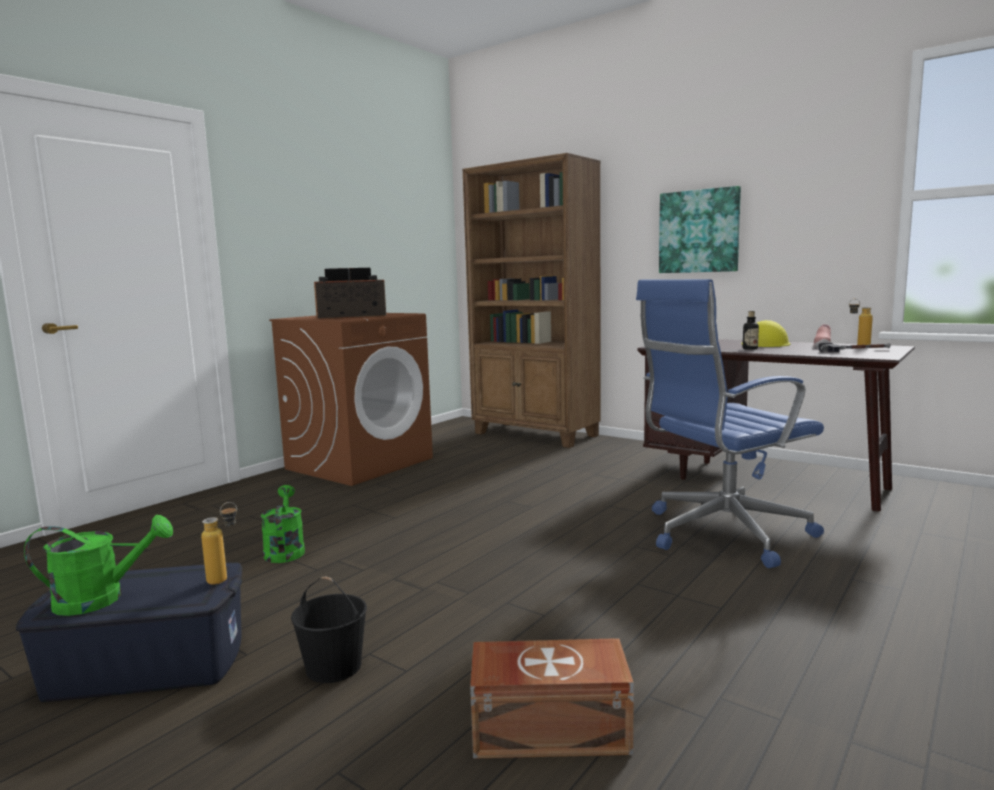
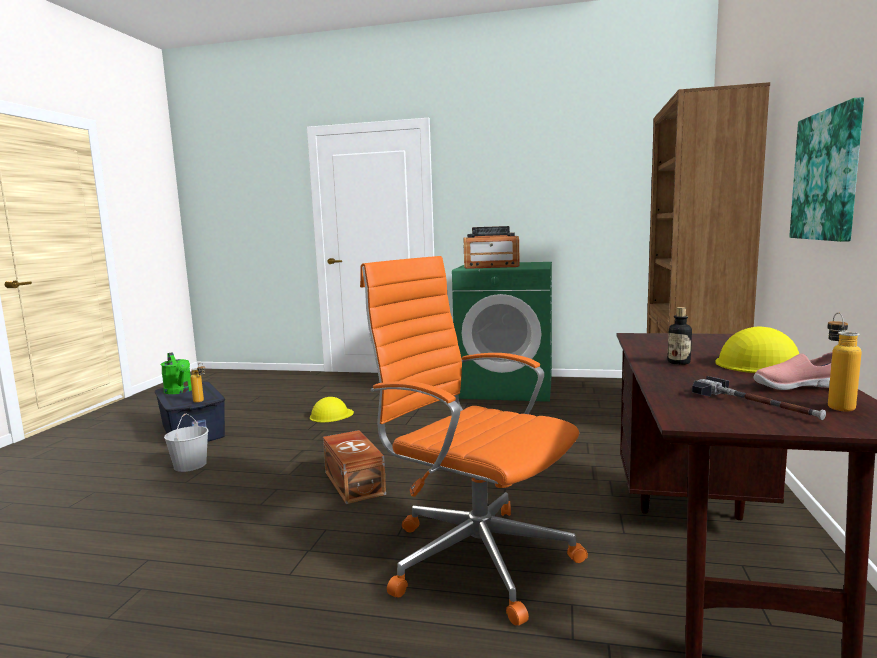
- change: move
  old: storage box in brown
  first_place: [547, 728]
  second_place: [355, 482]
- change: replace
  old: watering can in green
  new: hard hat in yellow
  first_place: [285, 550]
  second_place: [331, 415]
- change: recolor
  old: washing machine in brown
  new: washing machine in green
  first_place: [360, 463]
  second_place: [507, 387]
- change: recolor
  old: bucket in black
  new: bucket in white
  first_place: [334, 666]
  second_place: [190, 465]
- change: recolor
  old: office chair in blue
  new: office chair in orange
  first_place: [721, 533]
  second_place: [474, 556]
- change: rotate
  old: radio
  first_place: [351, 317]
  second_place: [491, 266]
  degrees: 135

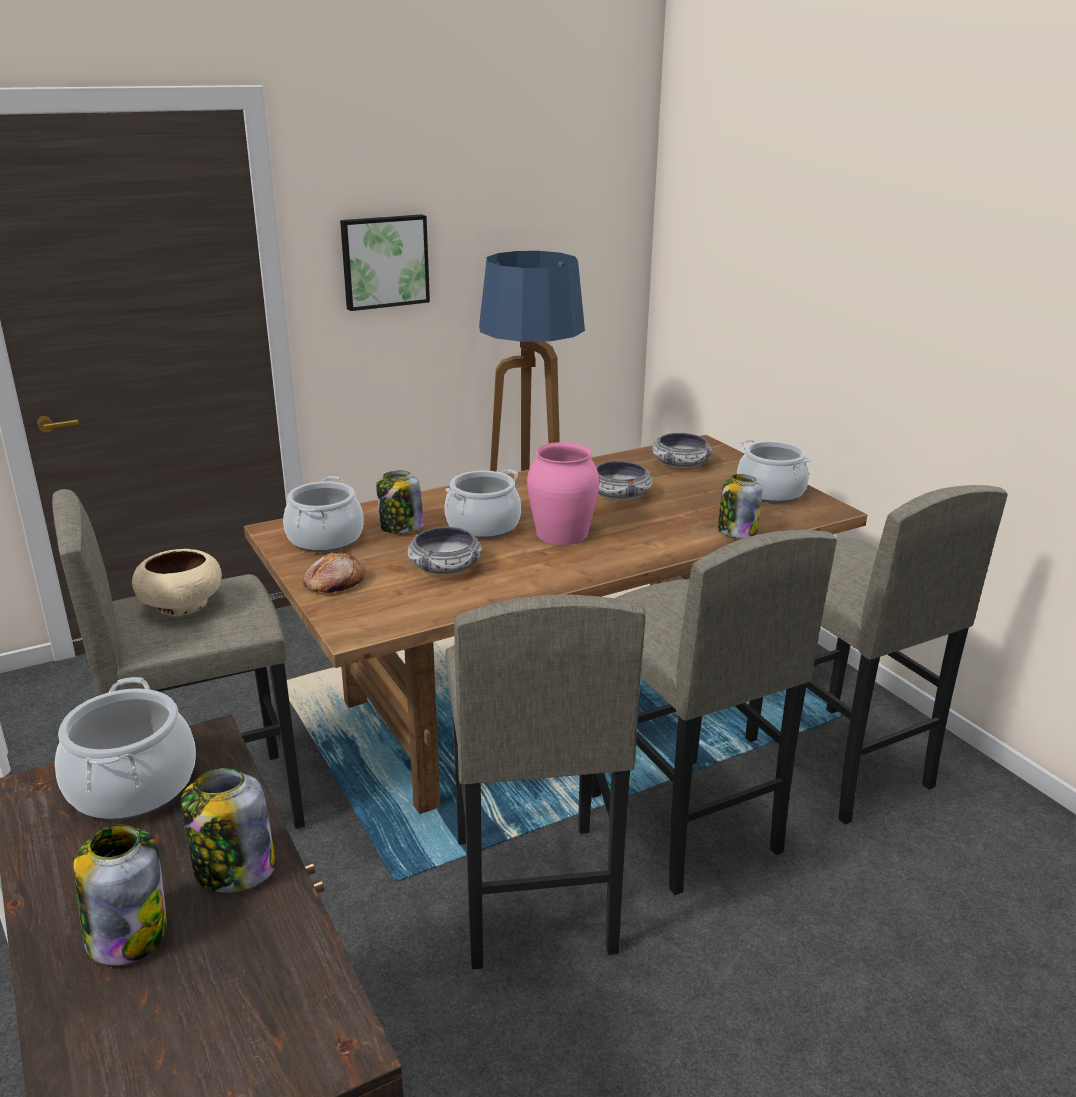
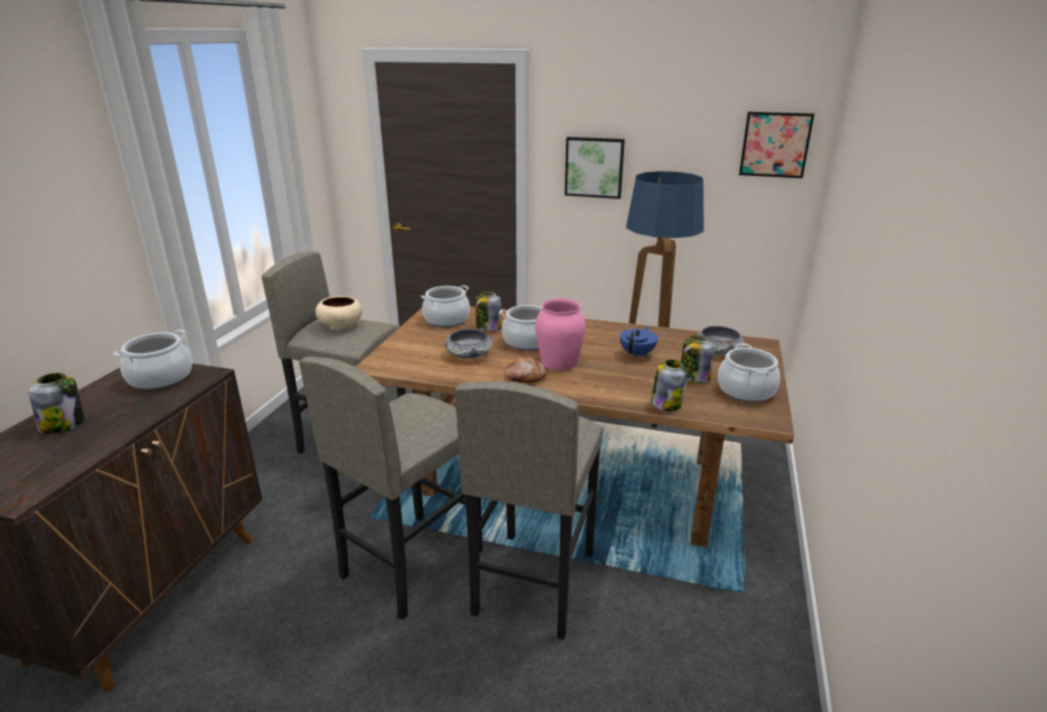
- change: delete
  old: stool in grey
  first_place: [836, 763]
- change: insert
  new: picture
  second_place: [775, 145]
- change: move
  old: jar
  first_place: [233, 869]
  second_place: [694, 377]
- change: move
  old: bread
  first_place: [334, 583]
  second_place: [525, 377]
- change: replace
  old: bowl
  new: teapot in blue
  first_place: [619, 494]
  second_place: [637, 354]

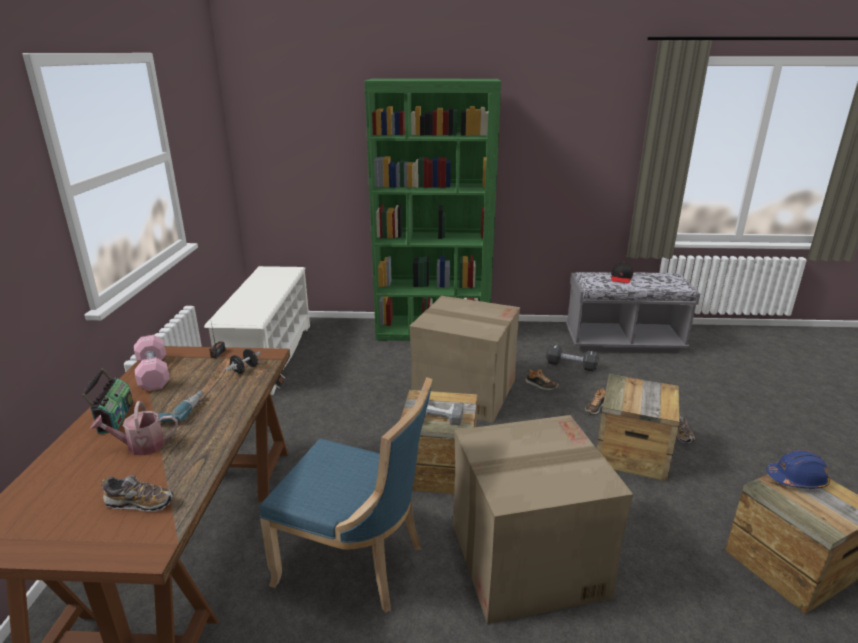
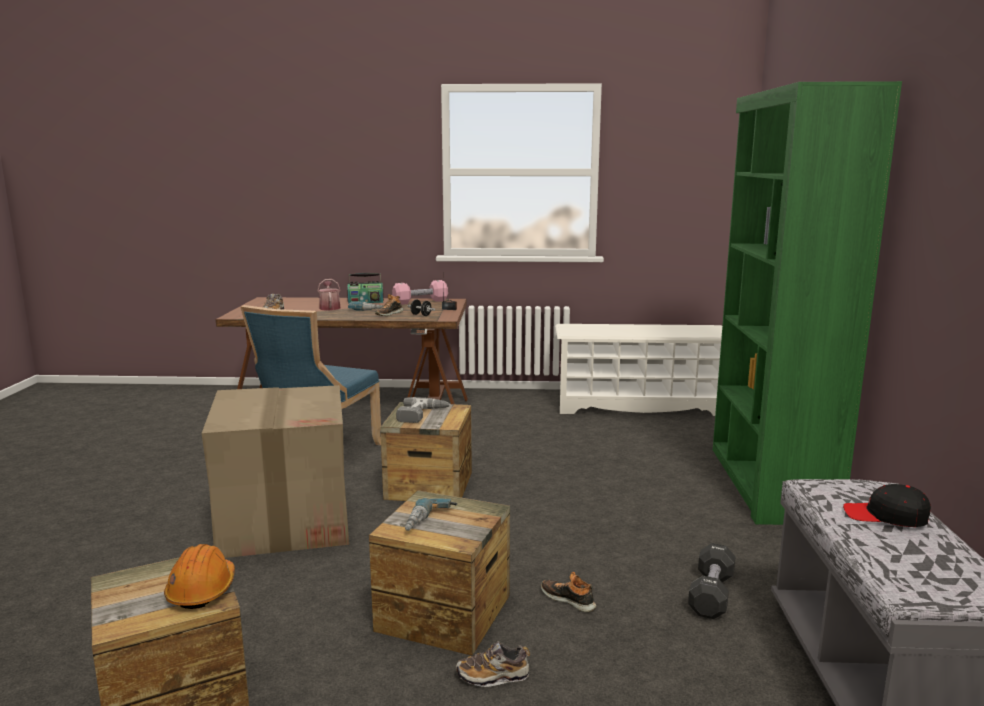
- change: delete
  old: cardboard box
  first_place: [463, 391]
- change: insert
  new: power drill
  second_place: [430, 522]
- change: move
  old: shoe
  first_place: [541, 385]
  second_place: [388, 314]
- change: recolor
  old: hard hat in blue
  new: hard hat in orange
  first_place: [796, 479]
  second_place: [202, 590]

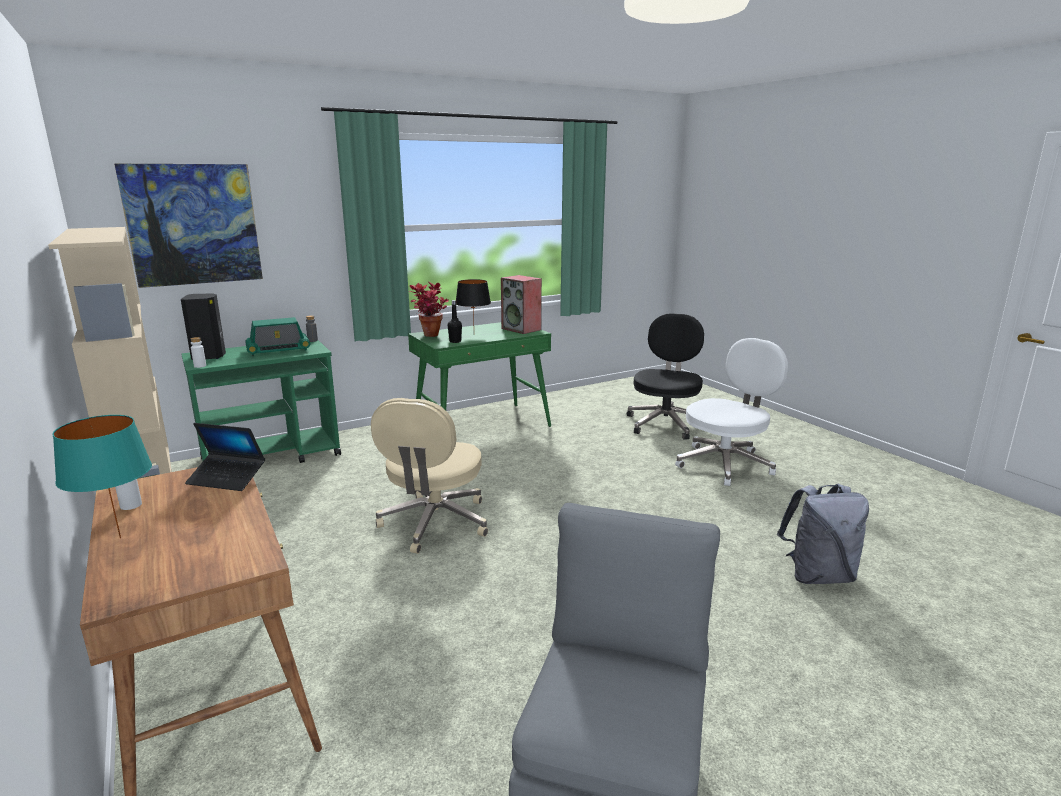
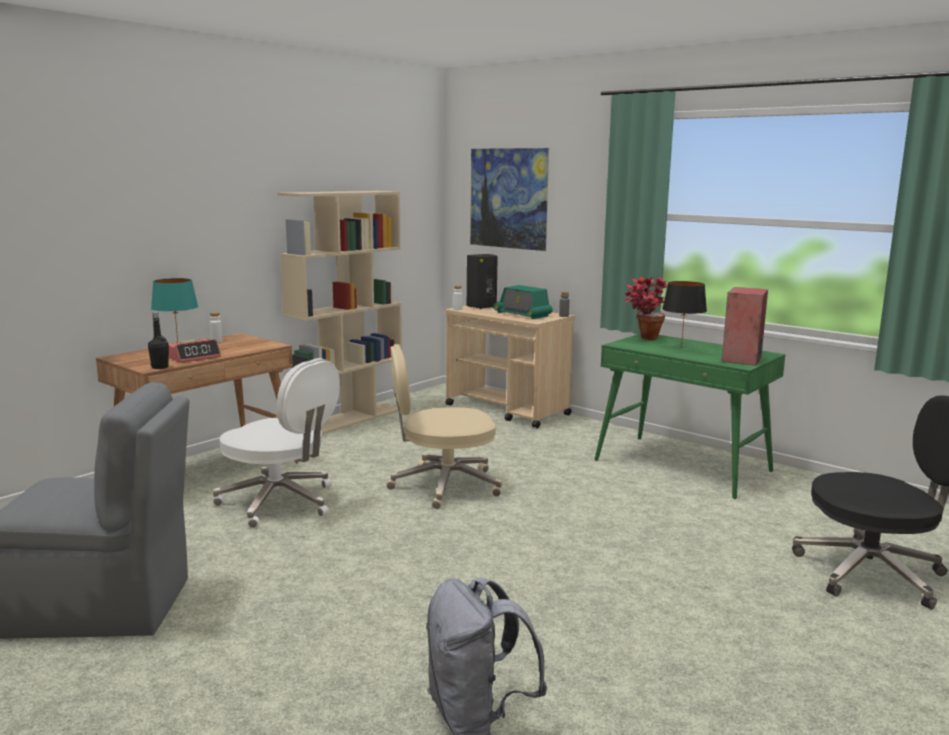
- change: delete
  old: laptop
  first_place: [227, 478]
- change: insert
  new: alarm clock
  second_place: [194, 357]
- change: move
  old: bottle in black
  first_place: [455, 341]
  second_place: [160, 367]
- change: move
  old: office chair in white
  first_place: [725, 464]
  second_place: [280, 503]
- change: recolor
  old: cart in green
  new: cart in beige
  first_place: [272, 456]
  second_place: [508, 410]

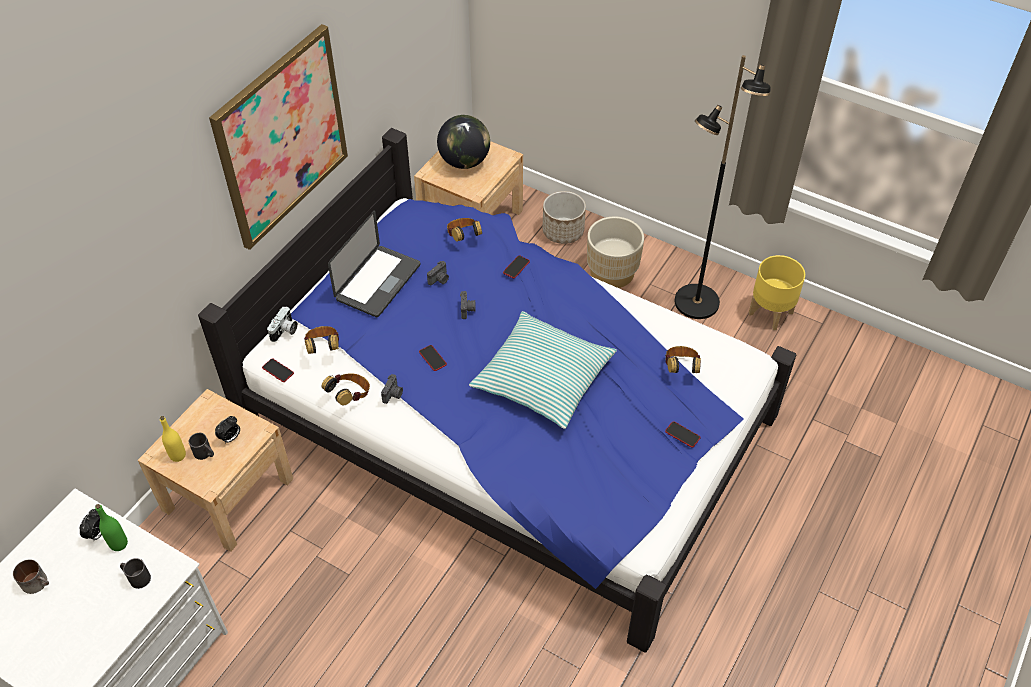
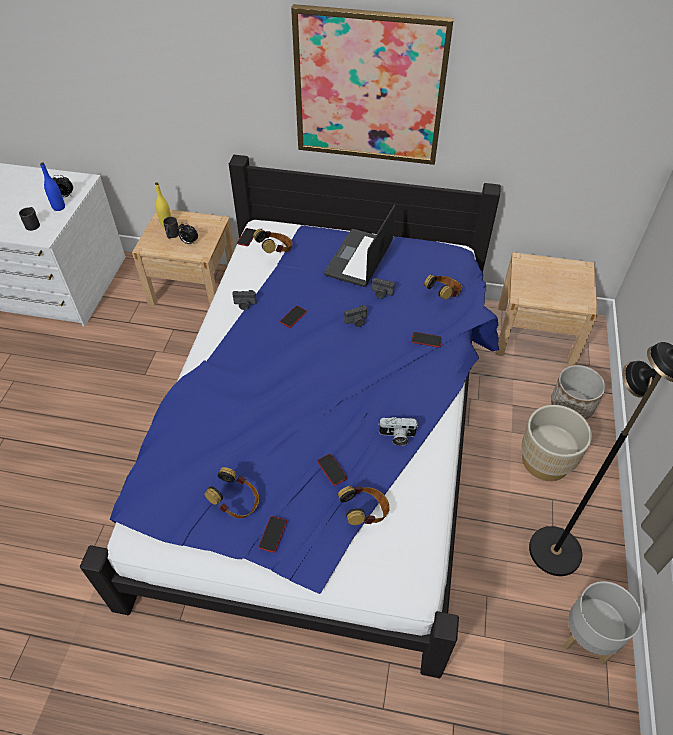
- change: delete
  old: mug
  first_place: [38, 582]
- change: delete
  old: globe
  first_place: [464, 162]
- change: delete
  old: pillow
  first_place: [543, 378]
- change: insert
  new: phone
  second_place: [332, 470]
- change: move
  old: photo camera
  first_place: [285, 331]
  second_place: [397, 436]
- change: move
  old: headphones
  first_place: [350, 396]
  second_place: [236, 503]
- change: recolor
  old: bottle in green
  new: bottle in blue
  first_place: [119, 544]
  second_place: [59, 207]
- change: recolor
  old: planter in yellow
  new: planter in grey
  first_place: [770, 313]
  second_place: [586, 637]
- change: rotate
  old: laptop
  first_place: [378, 282]
  second_place: [359, 259]
  degrees: 105

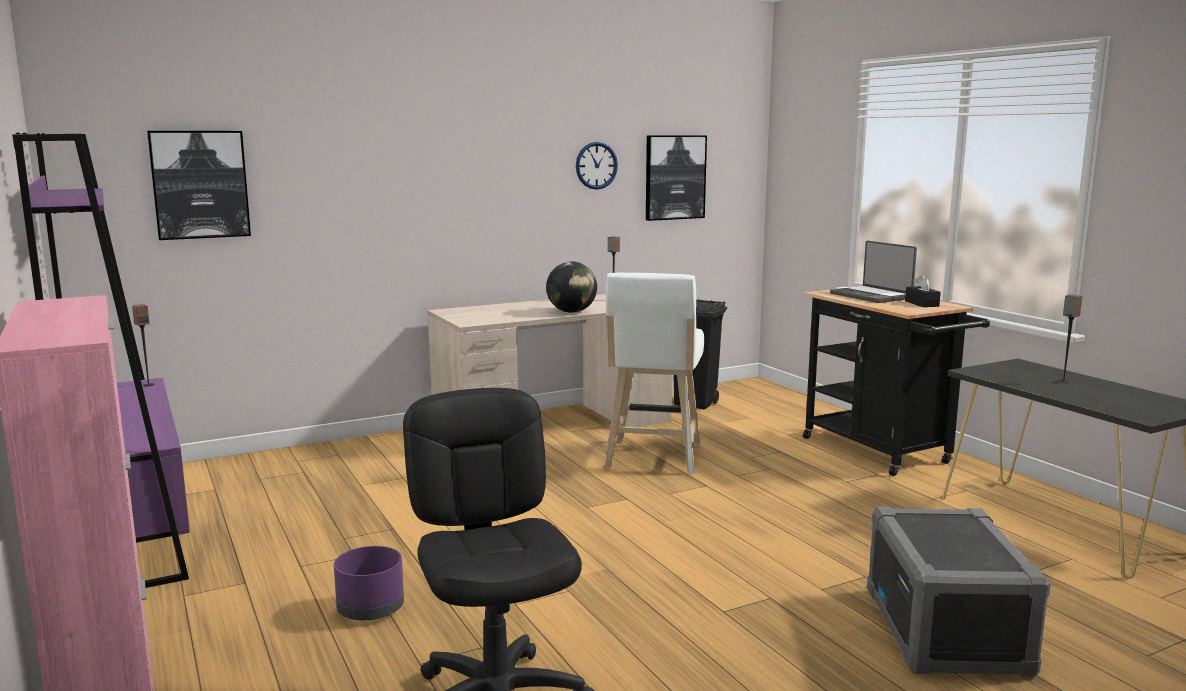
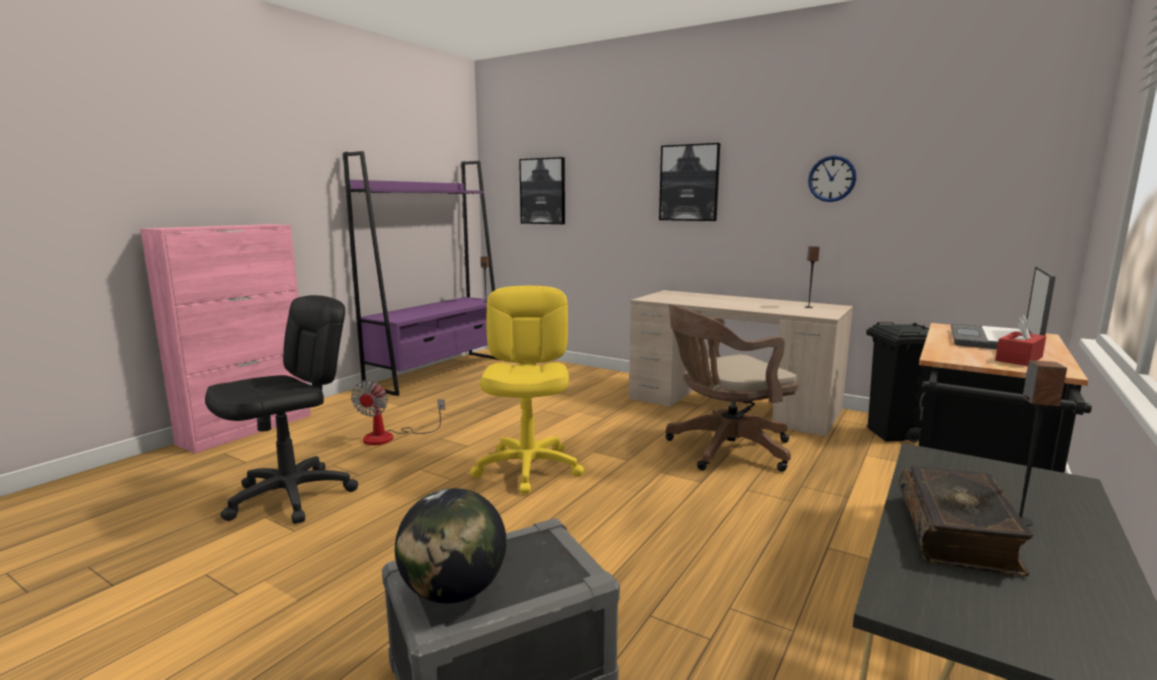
- change: insert
  new: office chair in yellow
  second_place: [528, 468]
- change: insert
  new: book
  second_place: [958, 533]
- change: move
  old: globe
  first_place: [571, 312]
  second_place: [454, 592]
- change: move
  old: picture
  first_place: [674, 177]
  second_place: [689, 183]
- change: replace
  old: planter in purple
  new: fan
  first_place: [370, 609]
  second_place: [389, 437]
- change: replace
  old: stool in white
  new: office chair in brown
  first_place: [653, 459]
  second_place: [724, 449]
- change: recolor
  old: tissue box in black
  new: tissue box in red
  first_place: [921, 304]
  second_place: [1019, 359]

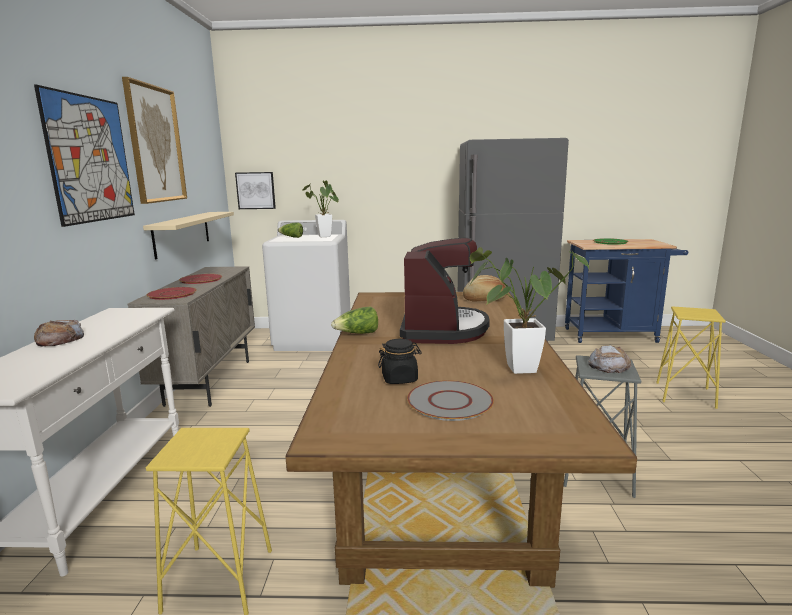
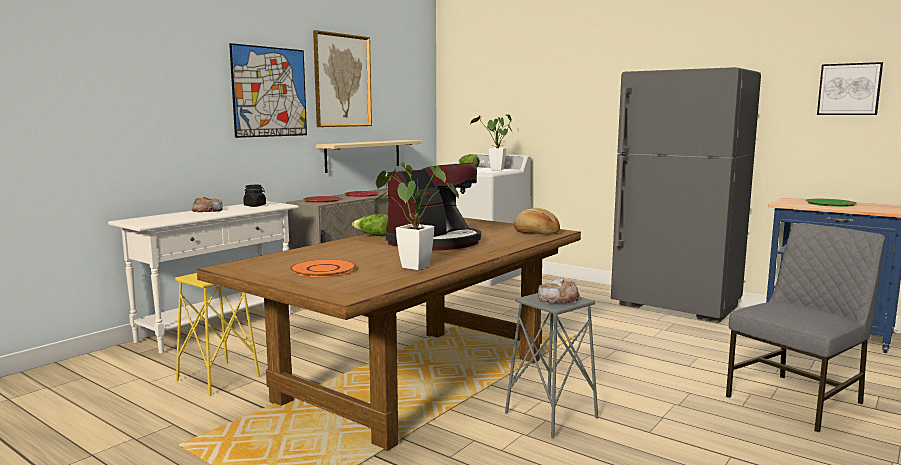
- change: move
  old: picture
  first_place: [256, 190]
  second_place: [849, 89]
- change: move
  old: jar in black
  first_place: [400, 379]
  second_place: [255, 205]
- change: replace
  old: stool in yellow
  new: chair in grey
  first_place: [685, 395]
  second_place: [797, 400]
- change: recolor
  old: plate in grey
  new: plate in orange
  first_place: [450, 402]
  second_place: [323, 269]

